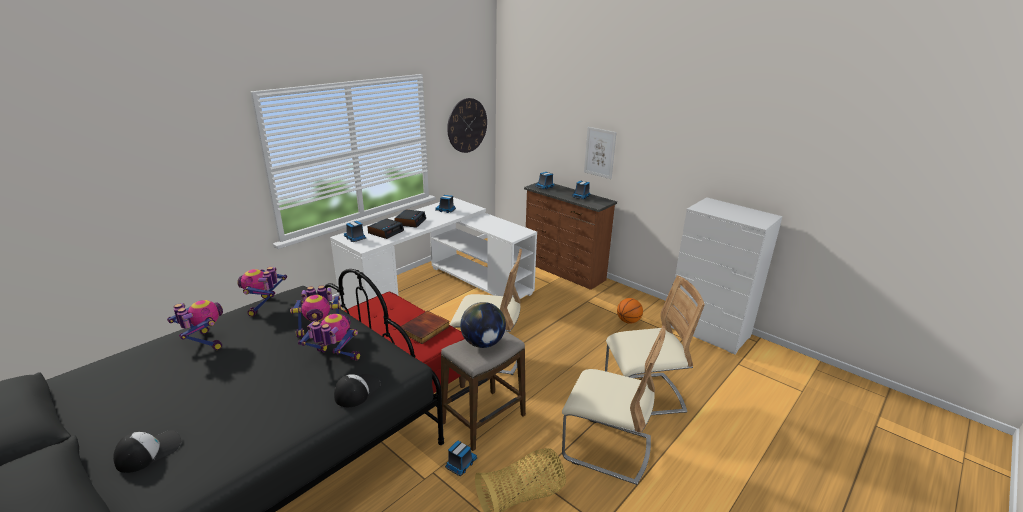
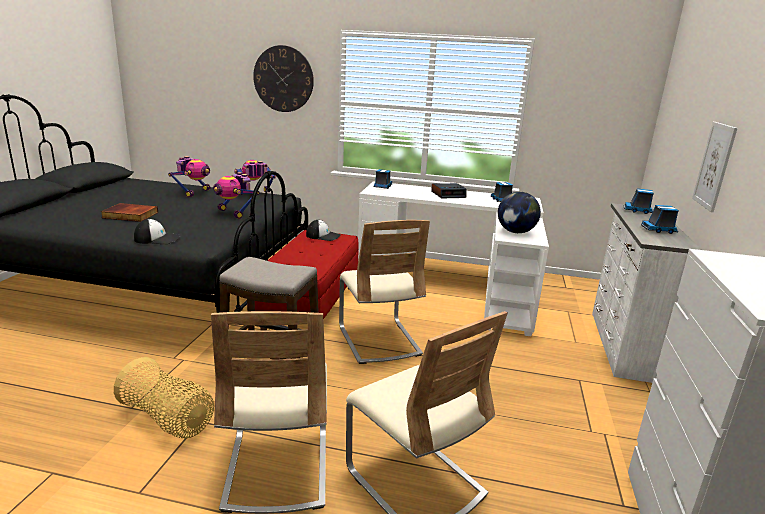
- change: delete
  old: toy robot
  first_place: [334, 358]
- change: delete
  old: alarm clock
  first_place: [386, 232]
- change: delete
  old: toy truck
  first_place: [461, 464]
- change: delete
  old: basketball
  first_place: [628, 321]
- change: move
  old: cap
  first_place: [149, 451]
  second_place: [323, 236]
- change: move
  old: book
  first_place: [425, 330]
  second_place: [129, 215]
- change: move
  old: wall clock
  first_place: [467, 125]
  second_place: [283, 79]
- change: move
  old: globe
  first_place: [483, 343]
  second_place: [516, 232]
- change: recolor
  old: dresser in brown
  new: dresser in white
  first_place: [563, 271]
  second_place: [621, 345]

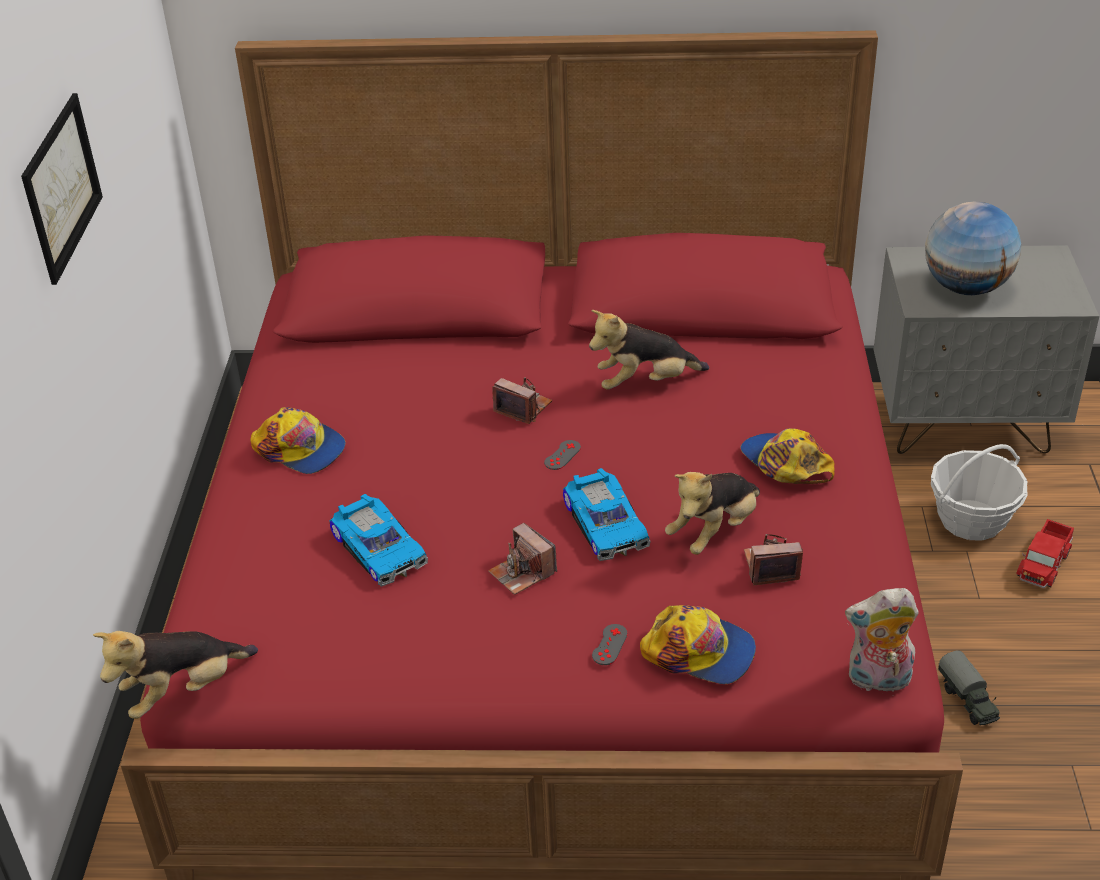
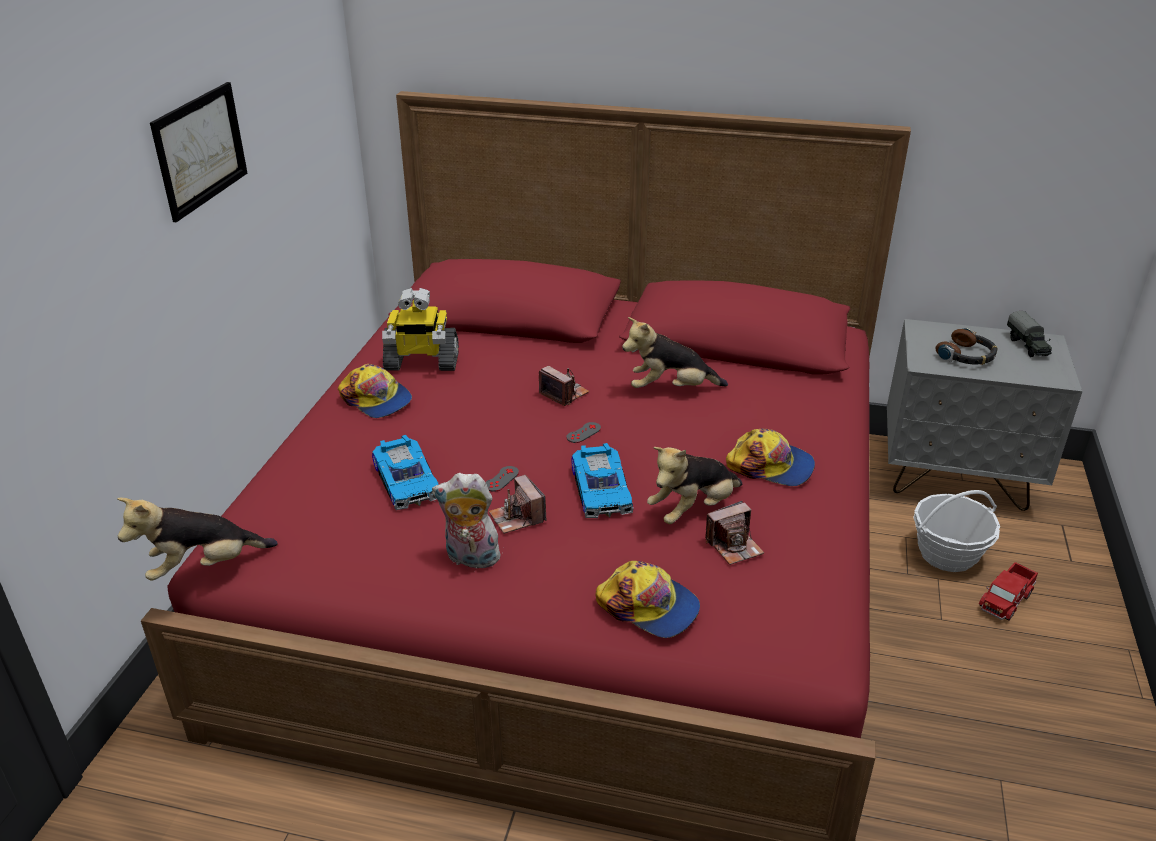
- change: insert
  new: toy robot
  second_place: [421, 362]
- change: move
  old: game controller in grey
  first_place: [609, 645]
  second_place: [501, 479]
- change: move
  old: plush toy
  first_place: [877, 680]
  second_place: [470, 559]
- change: move
  old: toy truck
  first_place: [968, 701]
  second_place: [1027, 346]
- change: replace
  old: globe
  new: headphones
  first_place: [966, 288]
  second_place: [967, 356]
- change: rotate
  old: cap
  first_place: [785, 464]
  second_place: [771, 466]
  degrees: 135
- change: rotate
  old: photo camera
  first_place: [770, 567]
  second_place: [734, 546]
  degrees: 150

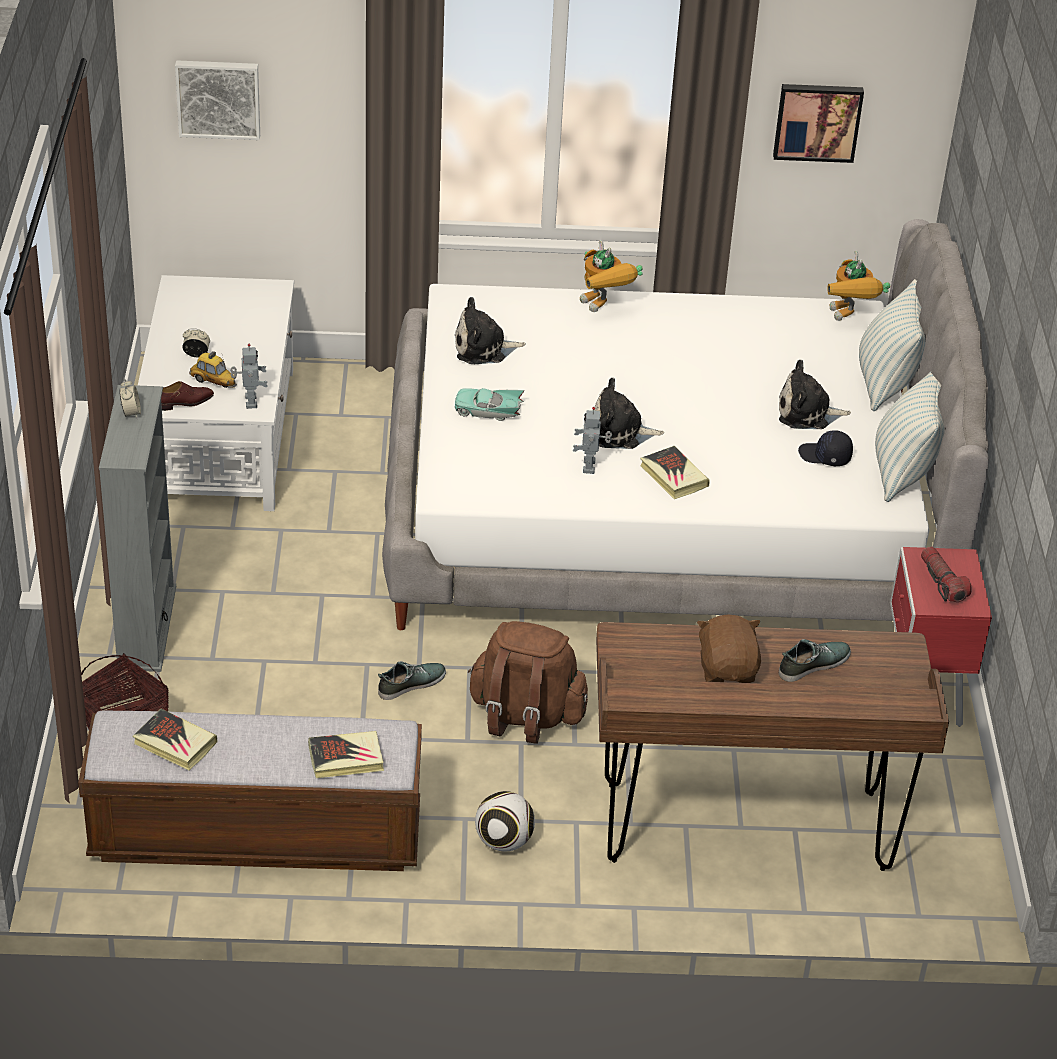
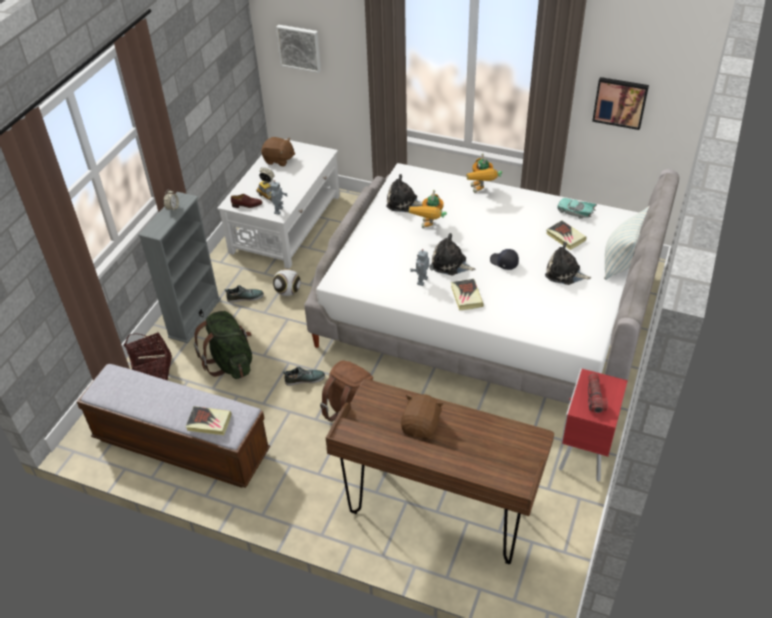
- change: delete
  old: pillow
  first_place: [903, 471]
- change: insert
  new: backpack in green
  second_place: [230, 363]
- change: insert
  new: plush toy in brown
  second_place: [279, 160]
- change: move
  old: book
  first_place: [175, 744]
  second_place: [565, 237]
- change: move
  old: toy car in turquoise
  first_place: [488, 411]
  second_place: [575, 212]
- change: move
  old: football
  first_place: [504, 842]
  second_place: [288, 292]
- change: move
  old: shoe
  first_place: [813, 664]
  second_place: [245, 297]
- change: move
  old: cap in black
  first_place: [825, 456]
  second_place: [503, 262]
- change: move
  old: toy robot
  first_place: [849, 319]
  second_place: [430, 228]

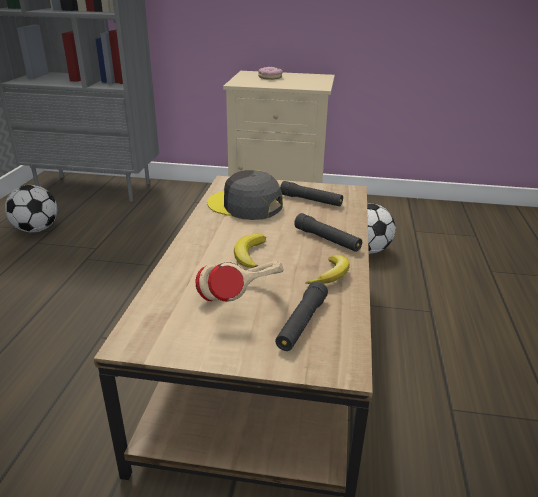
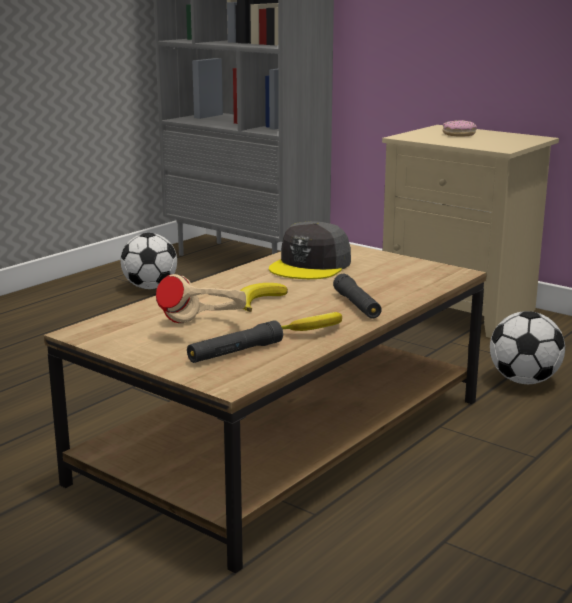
- change: delete
  old: flashlight in black
  first_place: [311, 200]
- change: rotate
  old: cap in grey
  first_place: [245, 205]
  second_place: [311, 266]
  degrees: -120

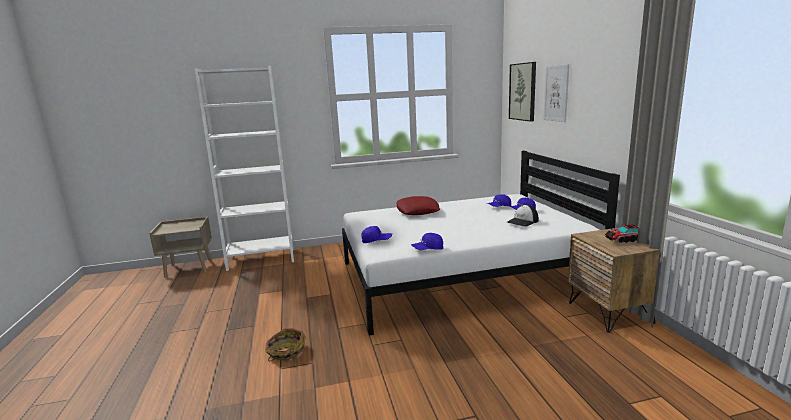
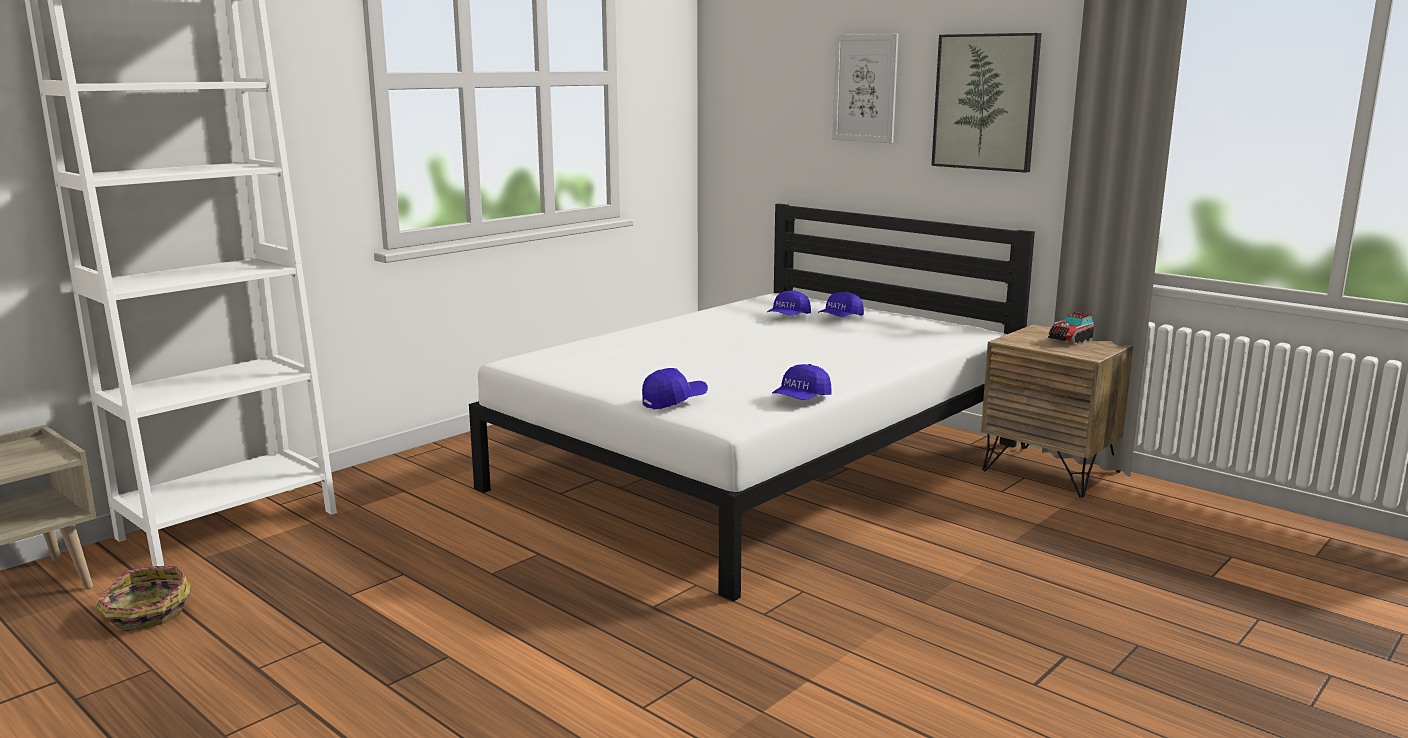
- change: delete
  old: pillow in red
  first_place: [417, 211]
- change: delete
  old: cap
  first_place: [523, 221]
- change: move
  old: basket
  first_place: [285, 351]
  second_place: [146, 614]
- change: move
  old: picture
  first_place: [523, 92]
  second_place: [986, 102]

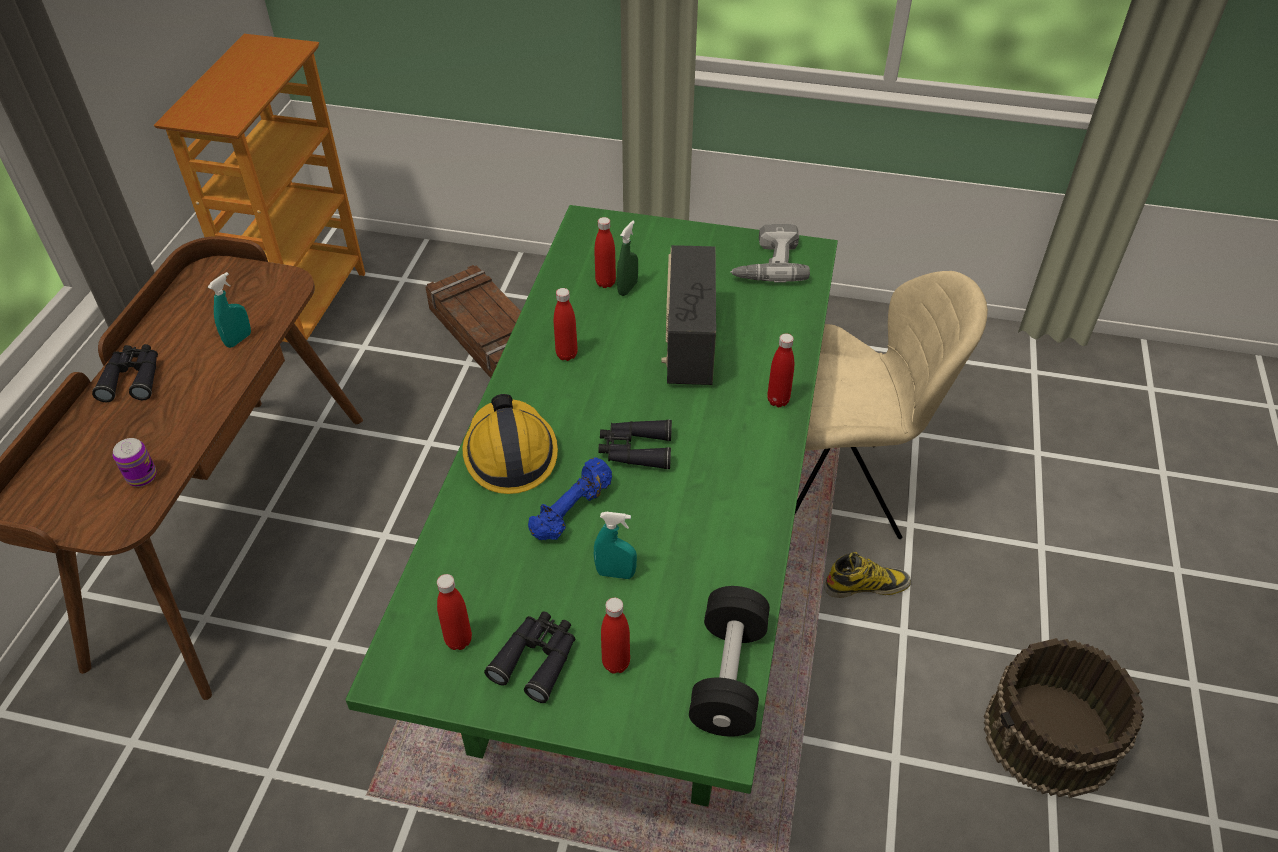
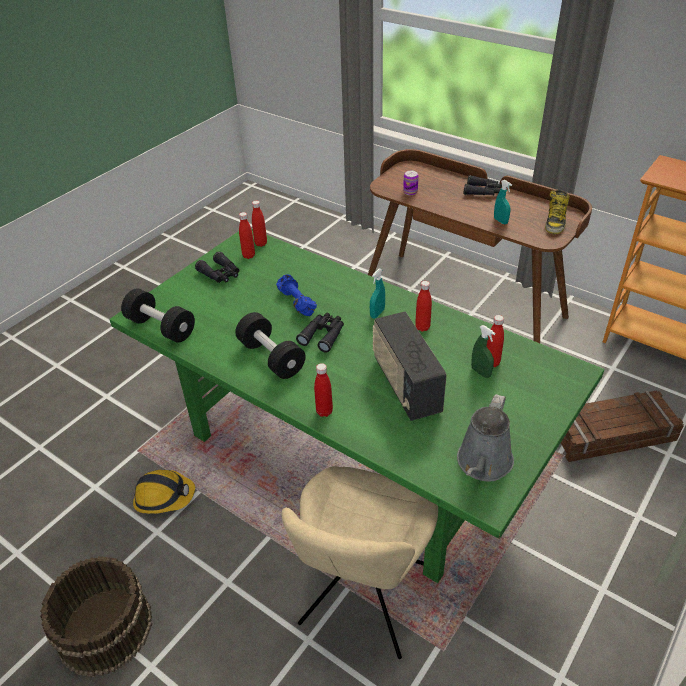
- change: insert
  new: dumbbell in black
  second_place: [271, 357]
- change: move
  old: hard hat
  first_place: [510, 454]
  second_place: [164, 497]
- change: move
  old: spray bottle in turquoise
  first_place: [615, 573]
  second_place: [377, 313]
- change: move
  old: bottle in red
  first_place: [616, 663]
  second_place: [261, 243]
- change: move
  old: boot
  first_place: [866, 585]
  second_place: [555, 221]
- change: replace
  old: power drill
  new: watering can in grey
  first_place: [766, 262]
  second_place: [483, 464]
- change: rotate
  old: radio
  first_place: [688, 343]
  second_place: [405, 386]
  degrees: -135

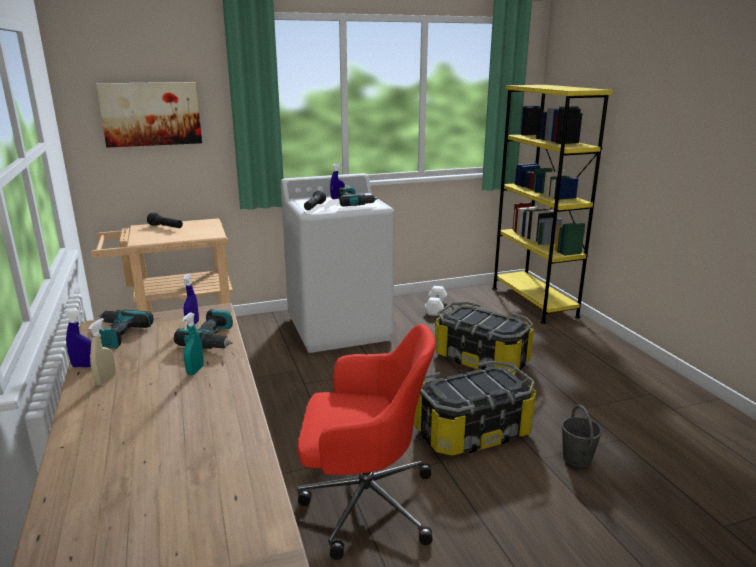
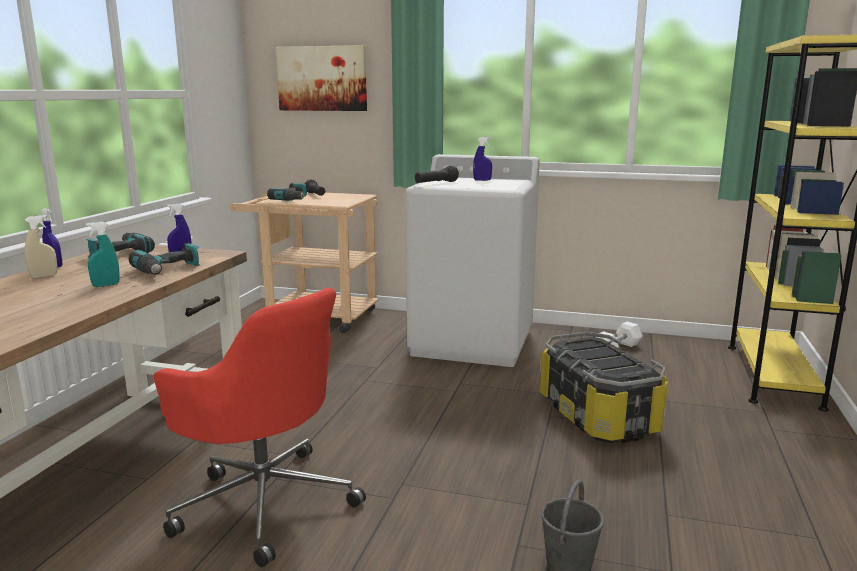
- change: delete
  old: storage box
  first_place: [472, 432]
- change: move
  old: power drill
  first_place: [354, 203]
  second_place: [293, 199]

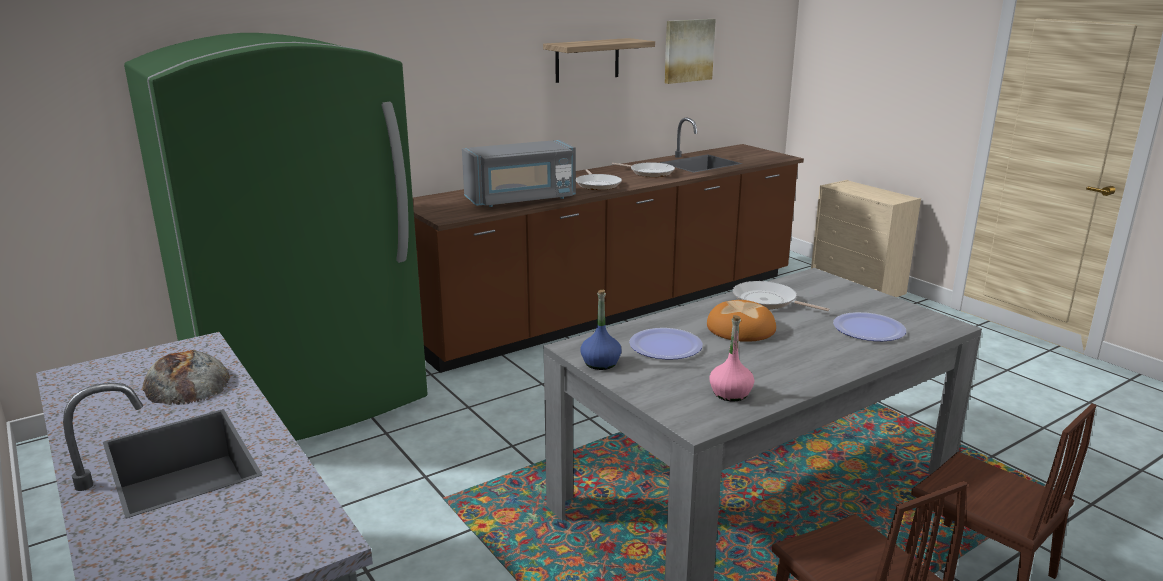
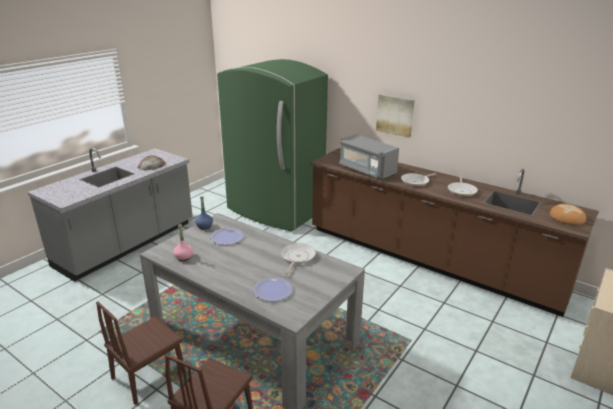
- change: delete
  old: shelf
  first_place: [587, 60]
- change: move
  old: picture
  first_place: [688, 50]
  second_place: [395, 115]
- change: move
  old: bread
  first_place: [741, 329]
  second_place: [566, 218]

